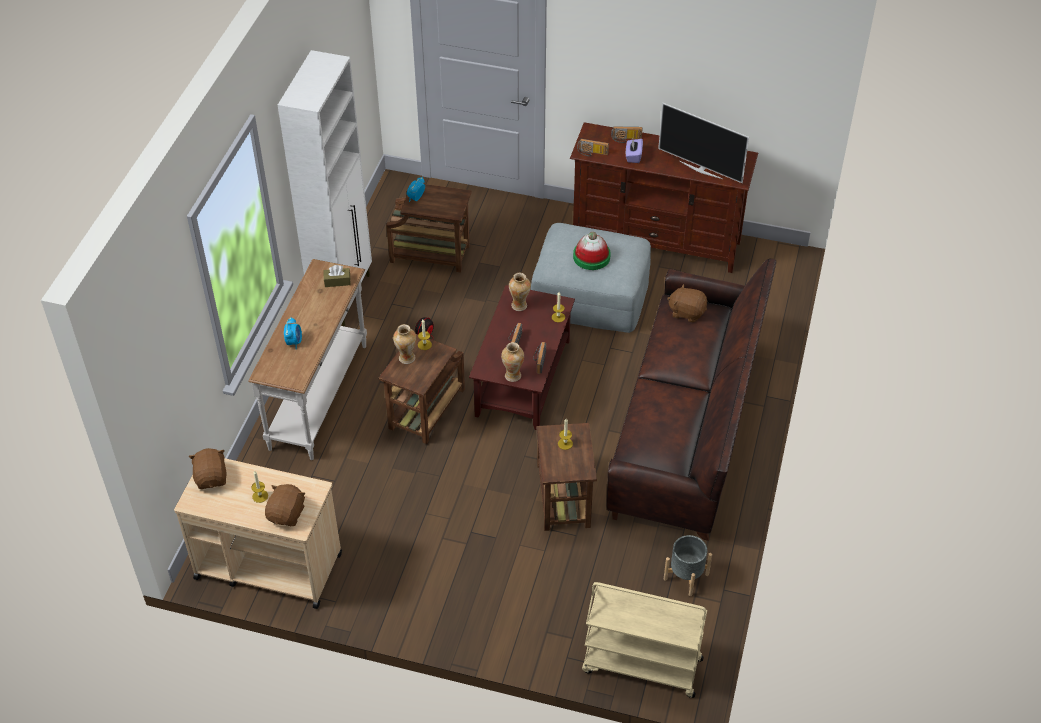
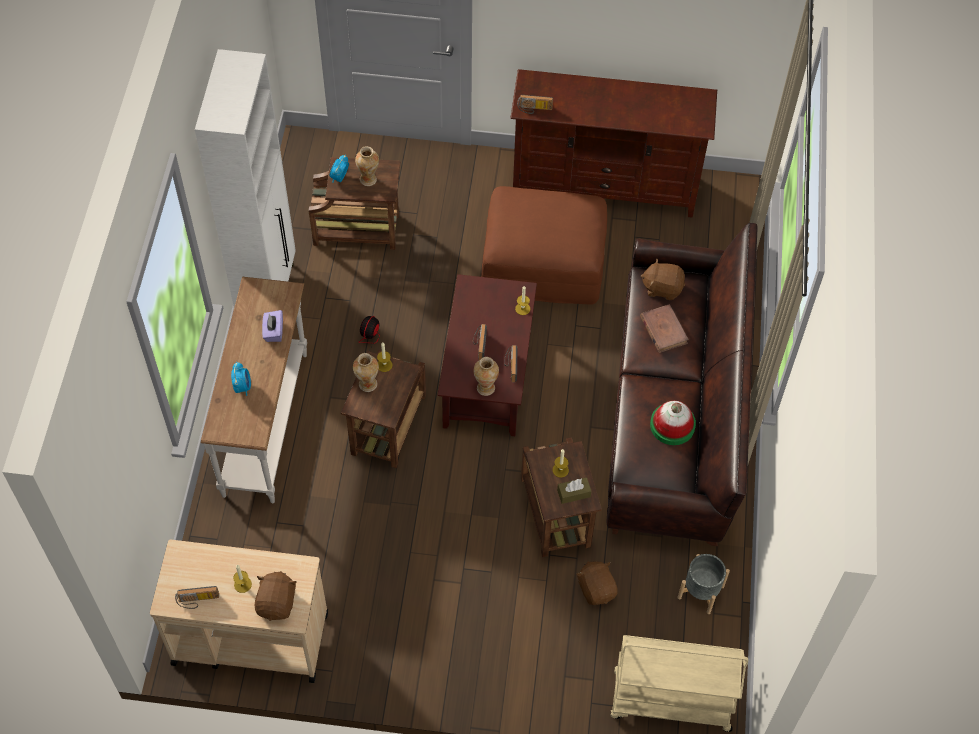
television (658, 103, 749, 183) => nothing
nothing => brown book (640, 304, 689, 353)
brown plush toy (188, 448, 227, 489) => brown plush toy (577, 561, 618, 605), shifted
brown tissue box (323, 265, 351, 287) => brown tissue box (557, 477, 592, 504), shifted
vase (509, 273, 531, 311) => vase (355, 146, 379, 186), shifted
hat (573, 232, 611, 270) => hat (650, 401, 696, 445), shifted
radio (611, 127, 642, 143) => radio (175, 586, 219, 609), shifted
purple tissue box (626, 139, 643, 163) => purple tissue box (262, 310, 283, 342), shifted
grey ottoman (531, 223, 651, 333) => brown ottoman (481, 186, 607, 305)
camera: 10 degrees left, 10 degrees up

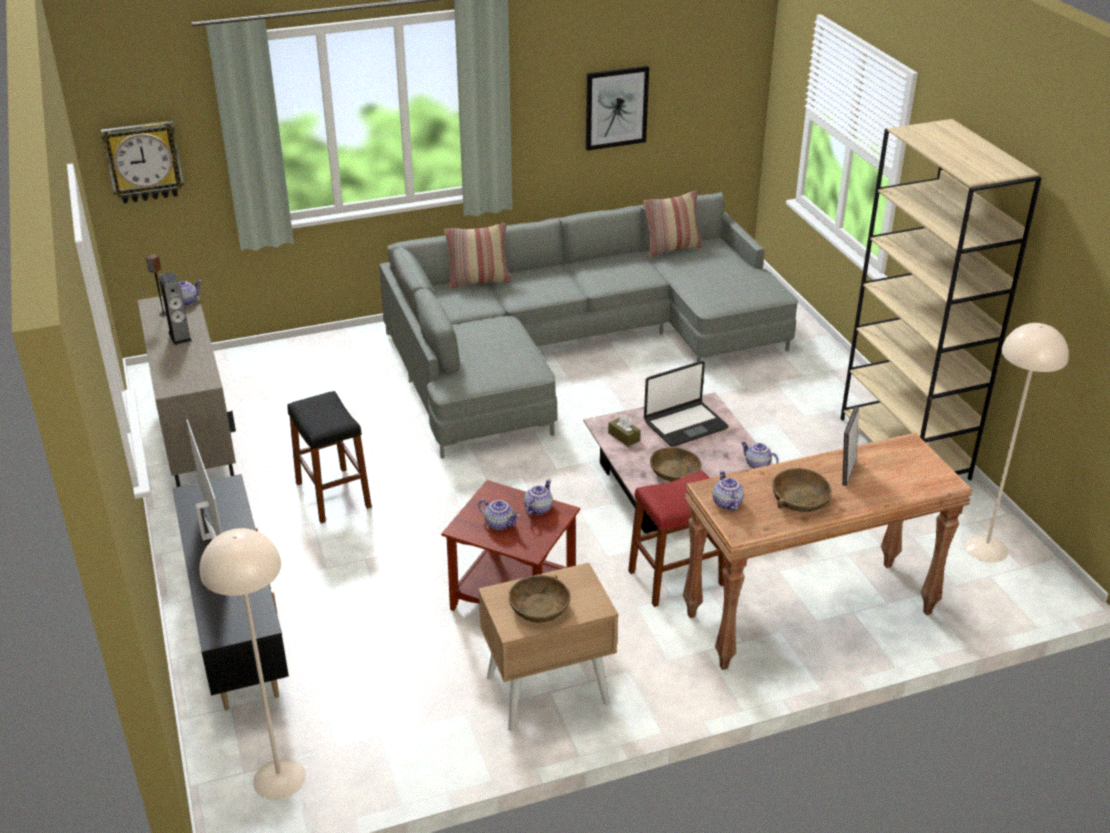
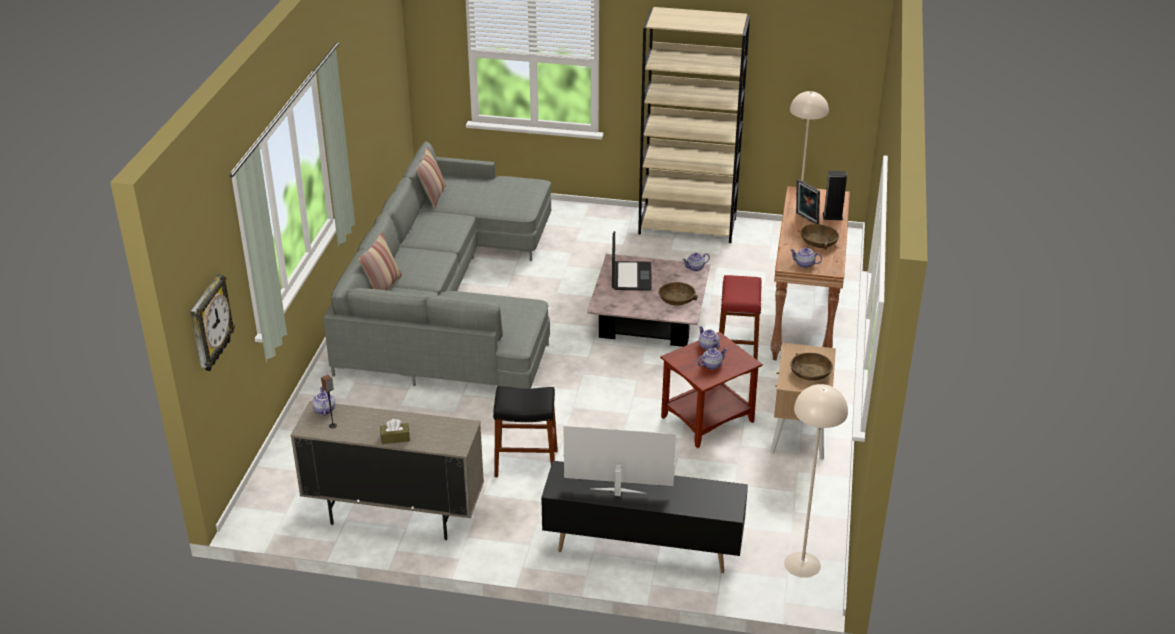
picture (586, 66, 649, 151) => nothing
speaker (159, 272, 192, 345) => speaker (823, 171, 847, 220), shifted
brown tissue box (608, 415, 641, 447) => brown tissue box (380, 419, 410, 444), shifted
camera: 60 degrees left, 0 degrees up

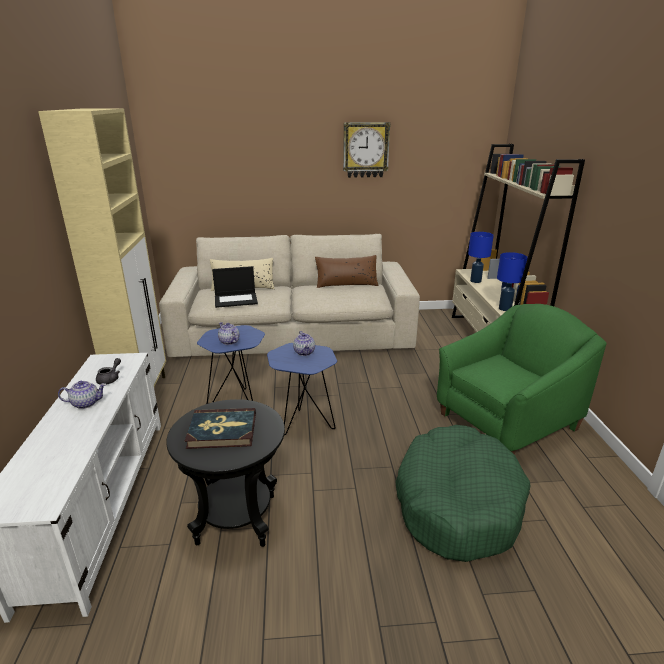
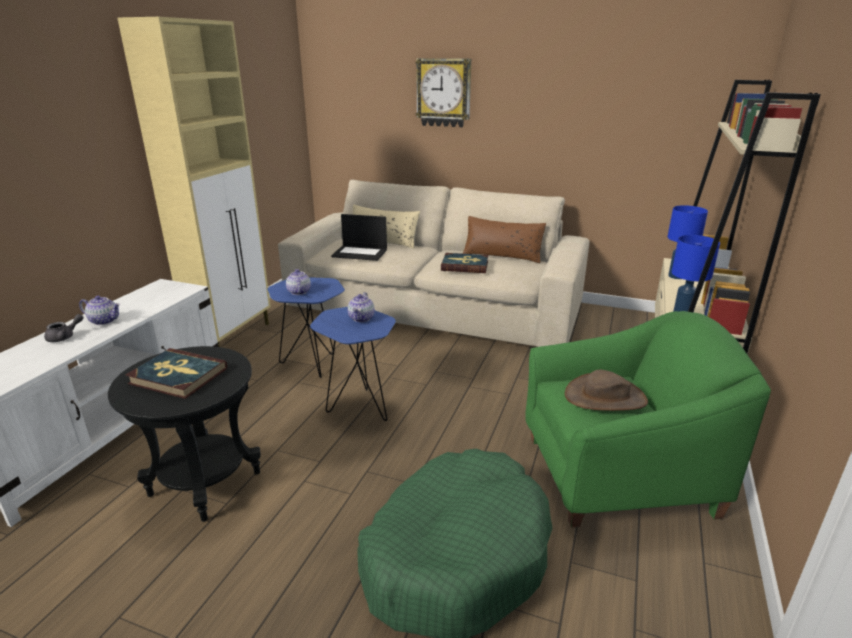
nothing => book (441, 253, 488, 273)
nothing => brown hat (565, 370, 648, 411)
grey teapot (96, 358, 121, 385) => grey teapot (44, 314, 84, 342), shifted
wall clock (343, 122, 391, 178) => wall clock (415, 58, 471, 127), shifted
camera: 25 degrees right, 0 degrees up

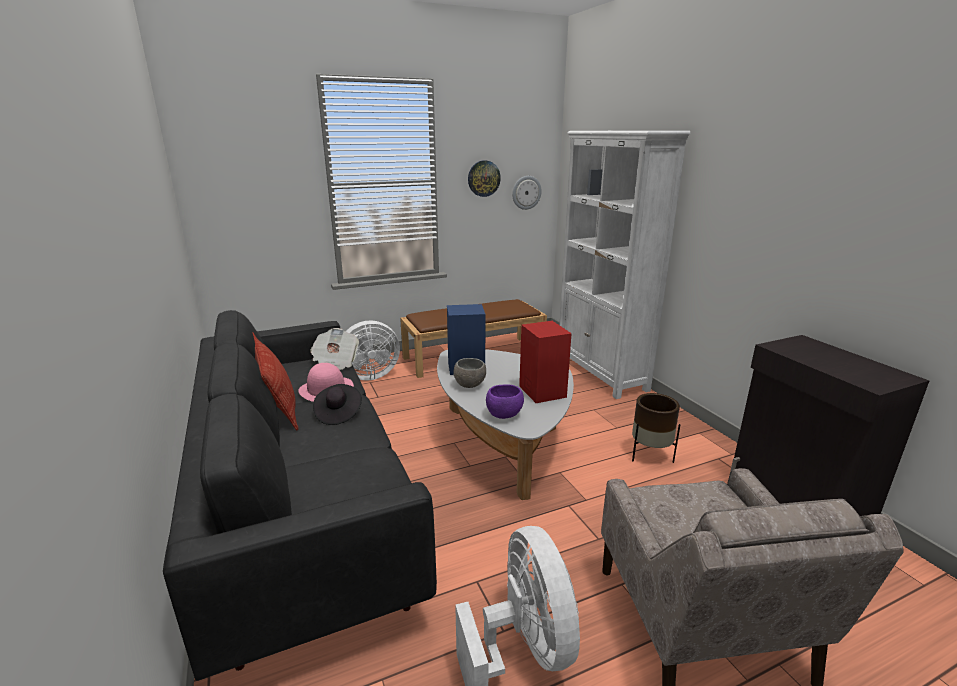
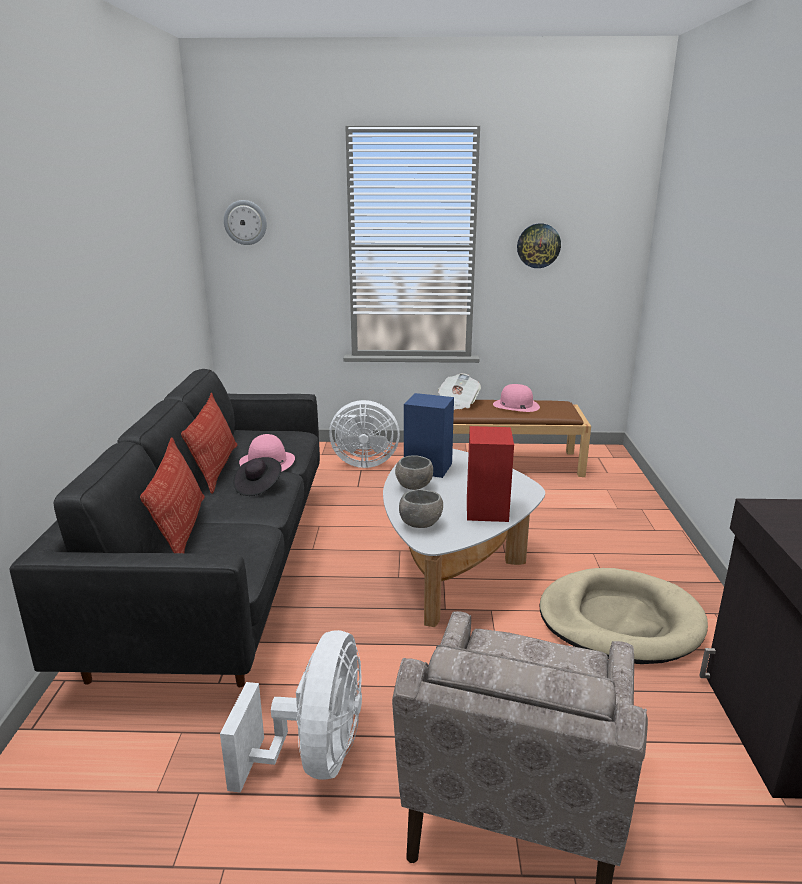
white bookcase (560, 131, 690, 399) => nothing
nothing => pillow (140, 437, 205, 553)
nothing => pink hat (493, 384, 540, 412)
newspaper (310, 328, 359, 370) => newspaper (438, 373, 481, 410), shifted
wall clock (512, 176, 542, 210) => wall clock (224, 200, 267, 245), shifted
brown planter (632, 393, 681, 463) => beige dog bed (540, 568, 708, 664)
purple bowl (486, 384, 524, 419) => grey bowl (399, 489, 443, 528)
camera: 25 degrees right, 0 degrees up

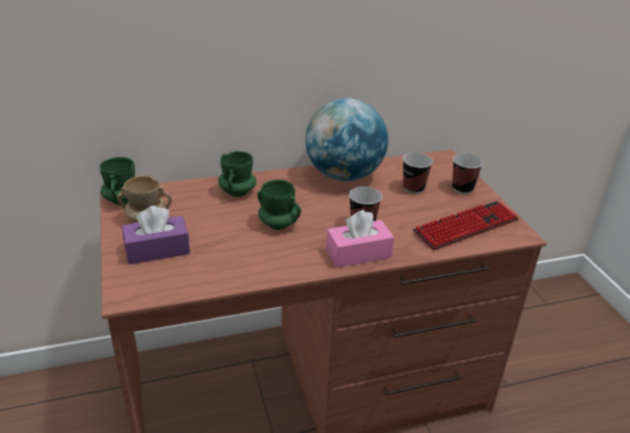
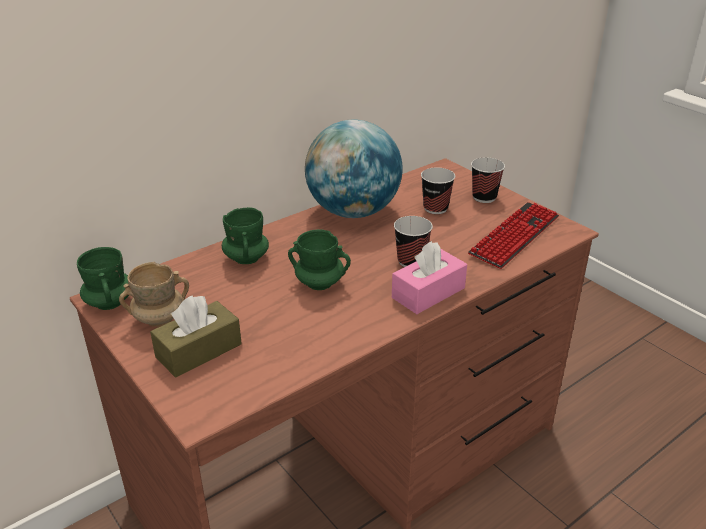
purple tissue box (122, 206, 190, 265) => brown tissue box (150, 295, 242, 378)
camera: 20 degrees left, 0 degrees up

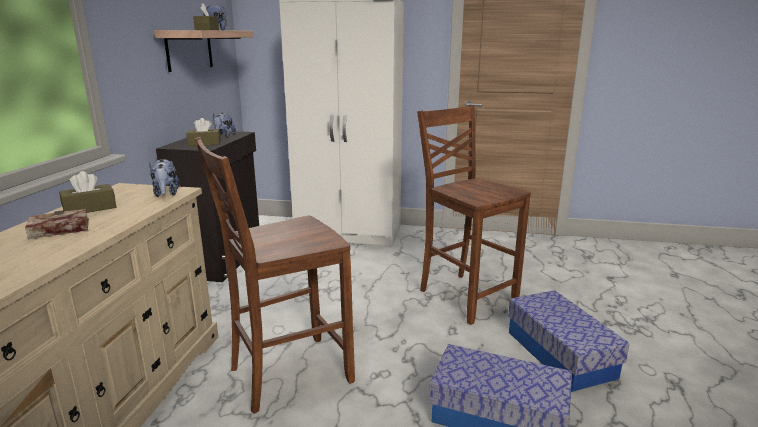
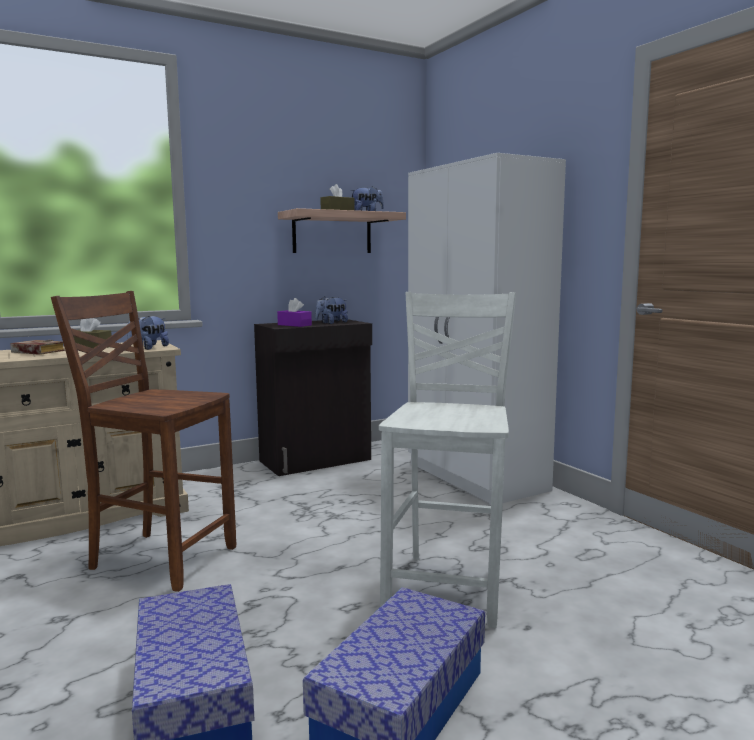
brown tissue box (186, 118, 221, 146) => purple tissue box (277, 298, 312, 327)
brown chair (417, 105, 531, 325) => white chair (379, 292, 516, 628)
camera: 50 degrees right, 10 degrees down

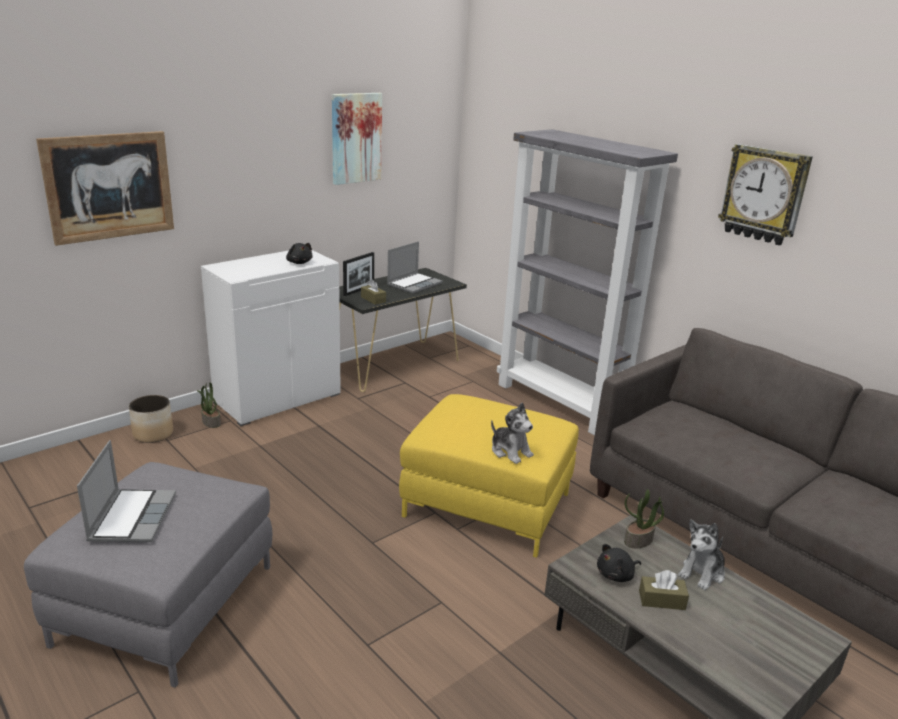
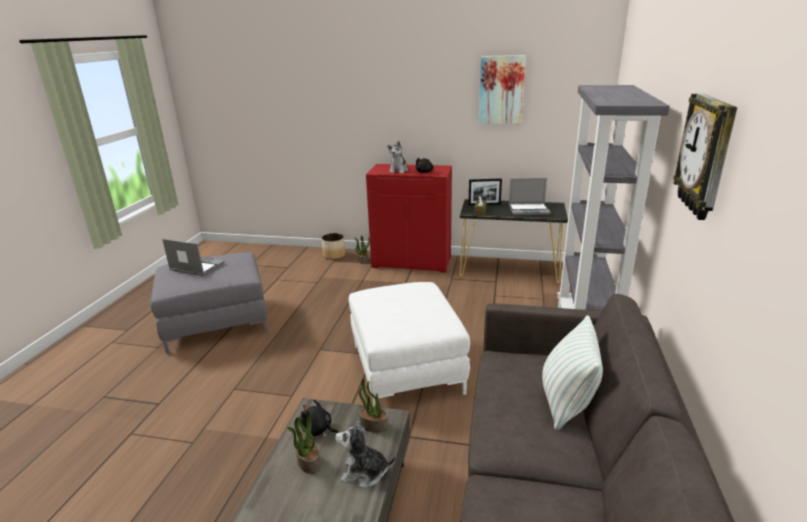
picture (36, 131, 174, 246) => nothing
nothing => pillow (542, 315, 603, 430)
plush toy (491, 403, 534, 464) => plush toy (387, 141, 408, 174), shifted
brown tissue box (639, 570, 689, 610) => potted plant (287, 410, 320, 474)
white cabinet (201, 250, 341, 426) => red cabinet (366, 164, 452, 273)
yellow ottoman (399, 394, 579, 558) => white ottoman (349, 282, 470, 407)
laptop (77, 440, 176, 542) => laptop (162, 239, 225, 276), 120 degrees counterclockwise
camera: 55 degrees right, 0 degrees up

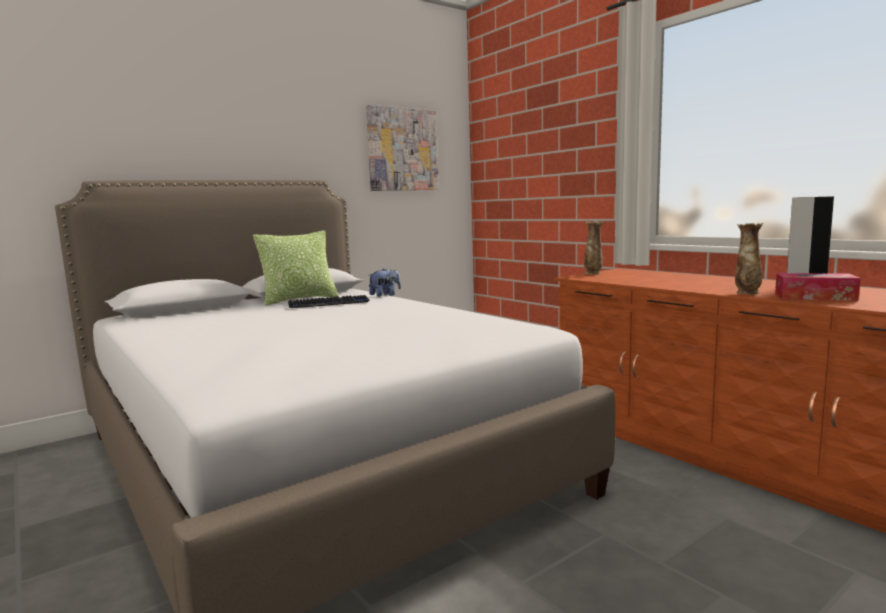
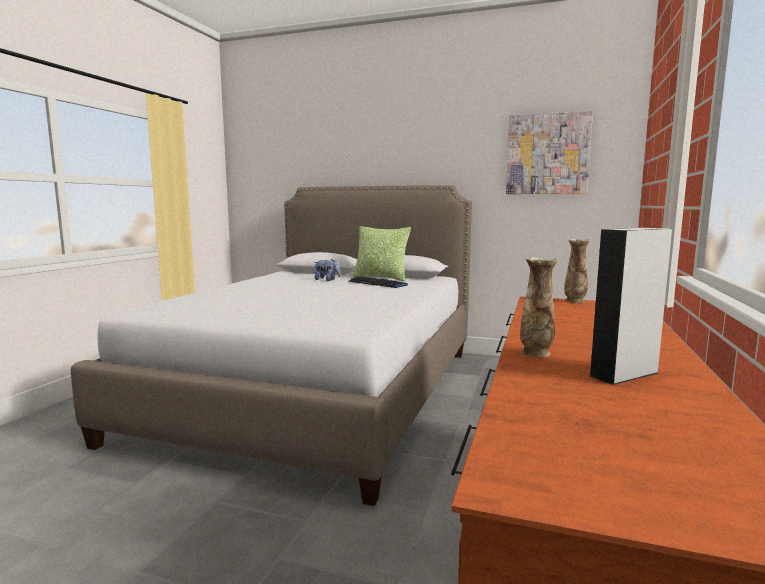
tissue box (775, 273, 861, 301) => nothing
plush toy (369, 268, 401, 297) => plush toy (314, 259, 341, 281), shifted
camera: 55 degrees right, 0 degrees up

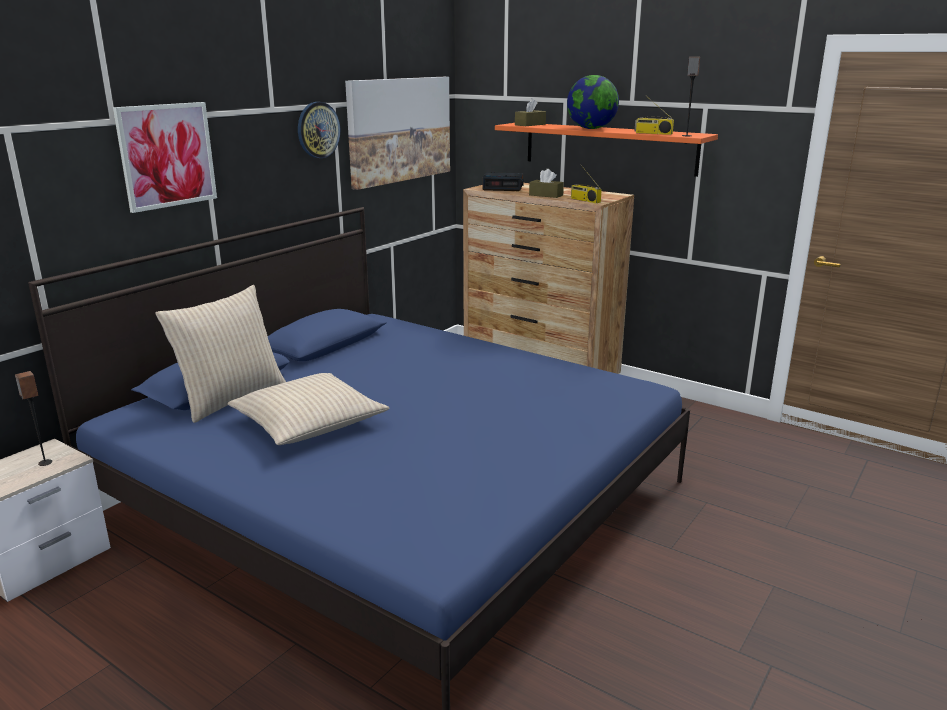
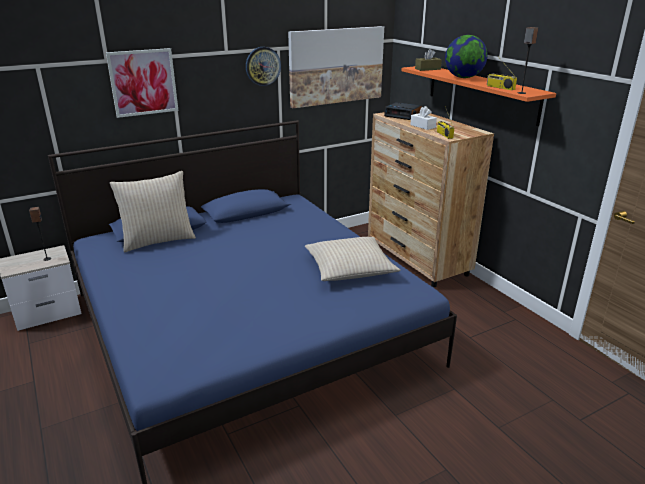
beige pillow (228, 373, 389, 445) => beige pillow (305, 237, 400, 281), shifted
brown tissue box (529, 169, 564, 198) => white tissue box (410, 106, 437, 130)
camera: 25 degrees right, 5 degrees up

